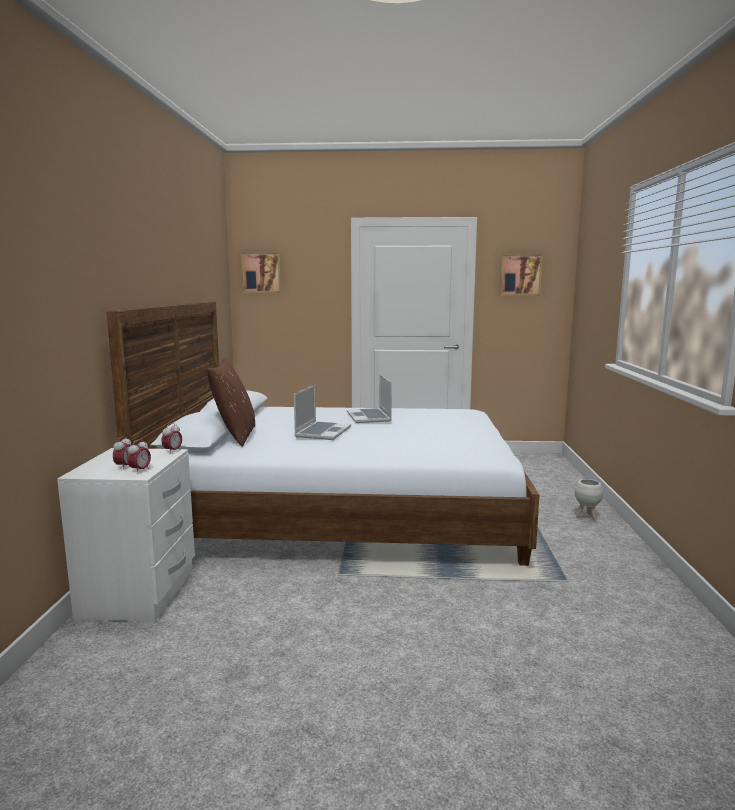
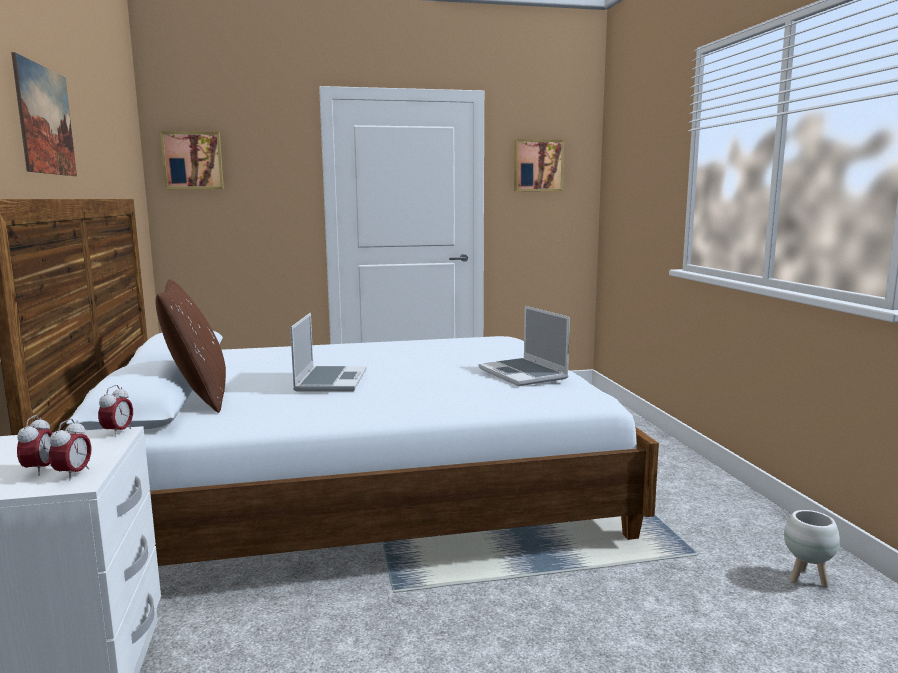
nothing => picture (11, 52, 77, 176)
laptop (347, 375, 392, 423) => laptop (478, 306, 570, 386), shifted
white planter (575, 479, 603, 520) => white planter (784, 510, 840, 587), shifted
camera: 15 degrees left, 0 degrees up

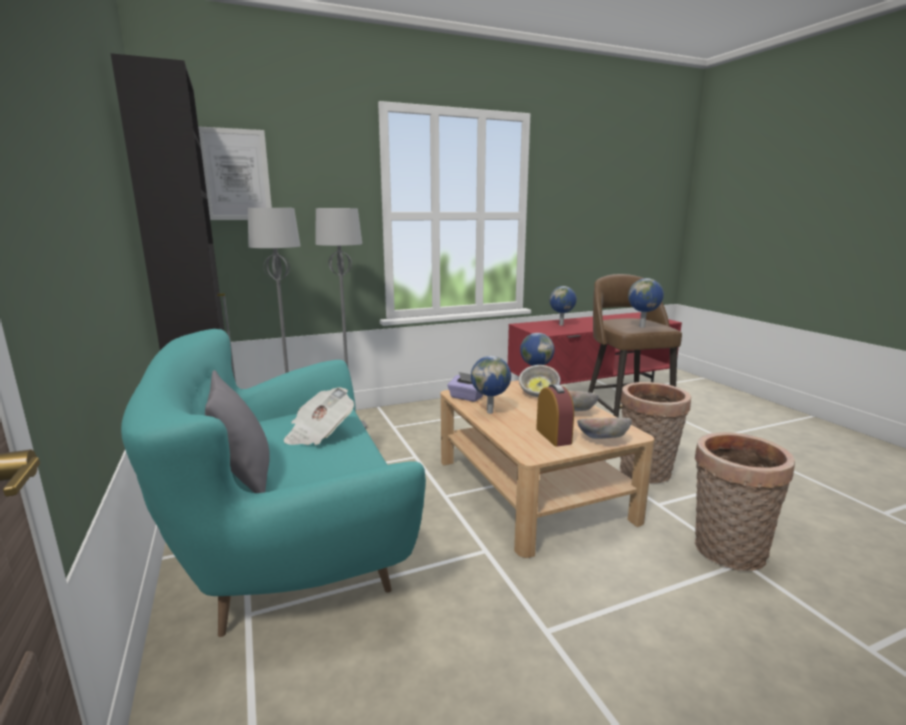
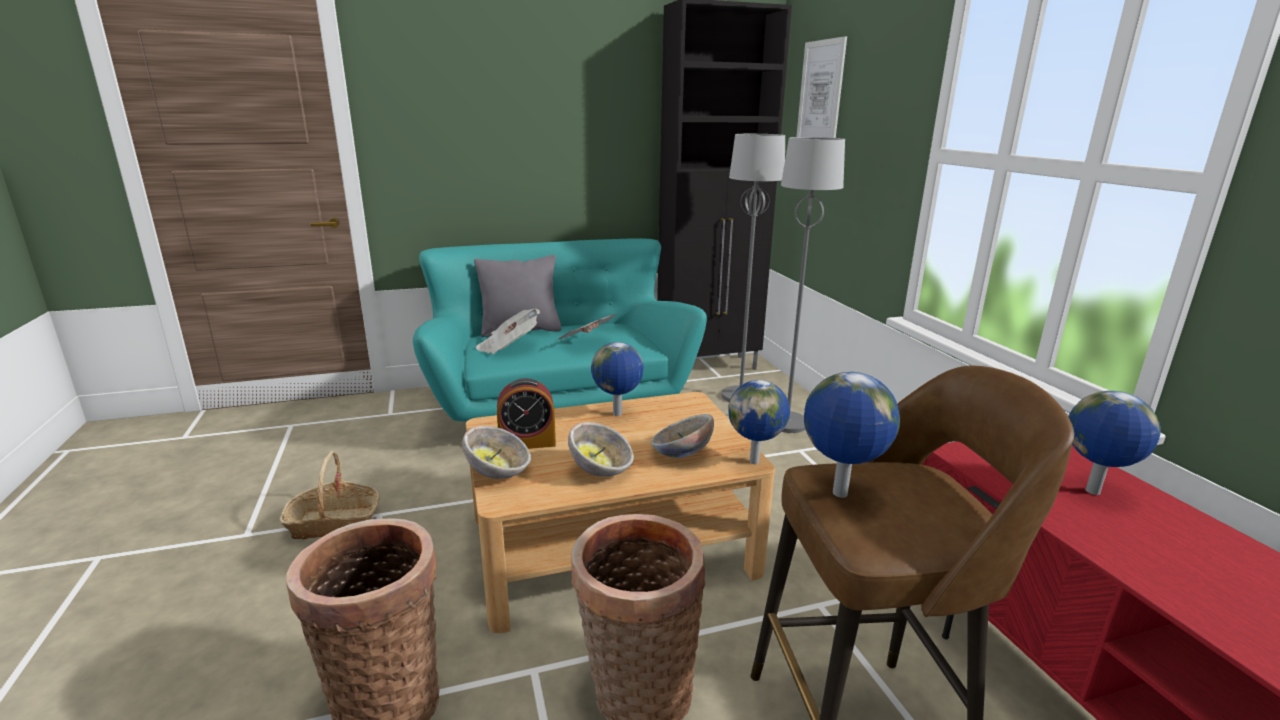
purple tissue box (447, 372, 483, 402) => nothing
nothing => basket (279, 451, 380, 539)
nothing => newspaper (476, 309, 540, 354)
camera: 95 degrees right, 5 degrees up

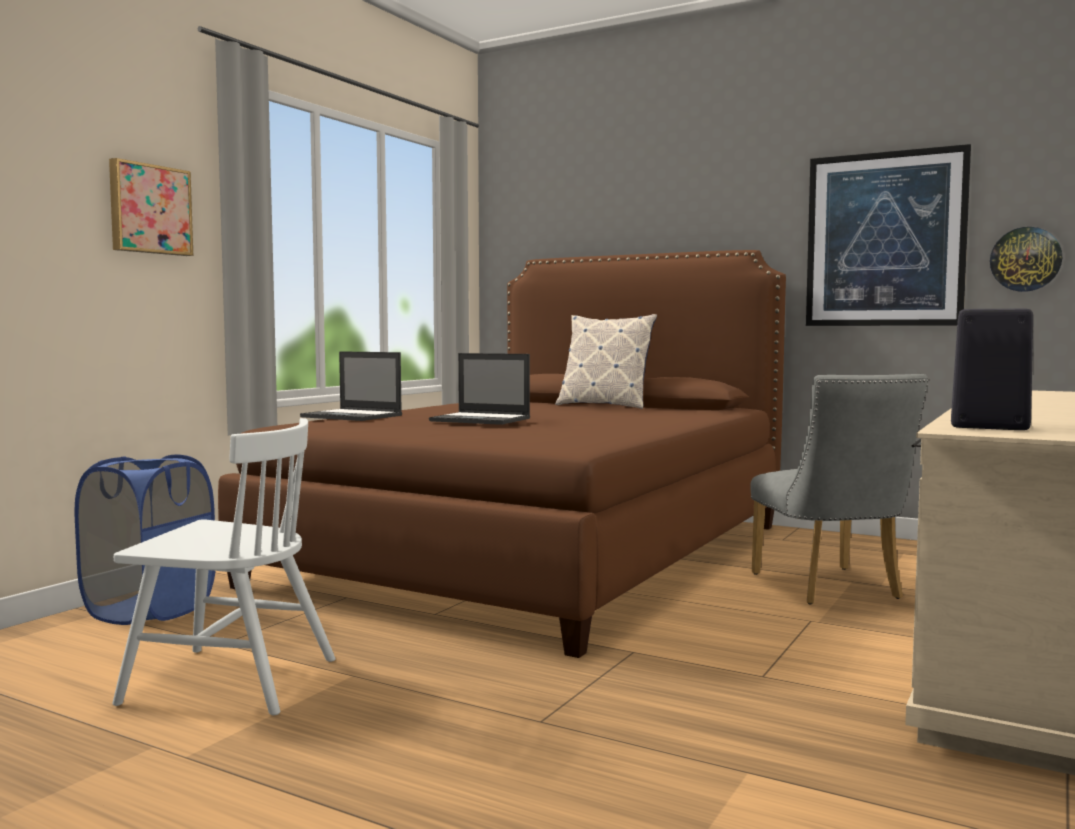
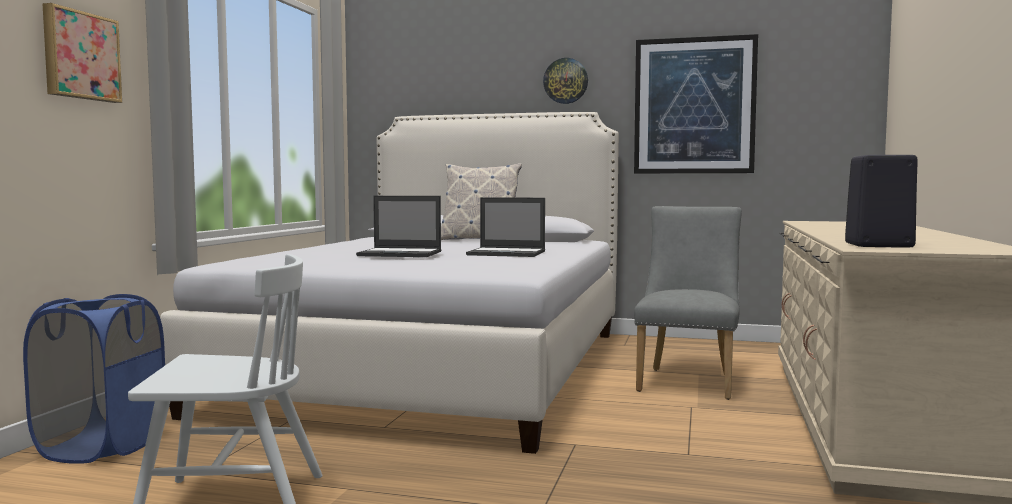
laptop (300, 351, 402, 421) => laptop (466, 197, 545, 257), shifted
wall clock (990, 227, 1062, 292) => wall clock (543, 58, 588, 104), shifted
brown bed (218, 250, 786, 658) => white bed (160, 112, 619, 454)
grey chair (750, 374, 928, 605) => grey chair (634, 206, 742, 400), 135 degrees counterclockwise
camera: 15 degrees left, 0 degrees up

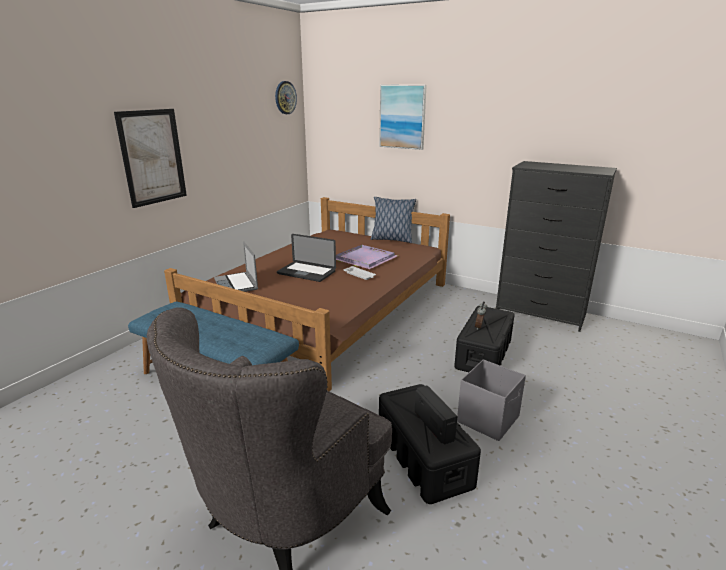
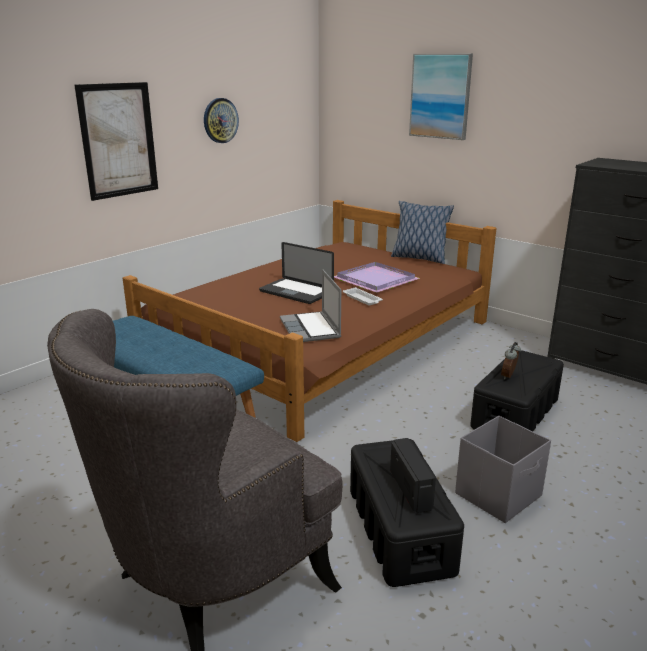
laptop (214, 241, 258, 292) => laptop (280, 269, 341, 342), shifted
wall clock (275, 81, 297, 114) => wall clock (204, 98, 239, 143), shifted
camera: 10 degrees right, 0 degrees up

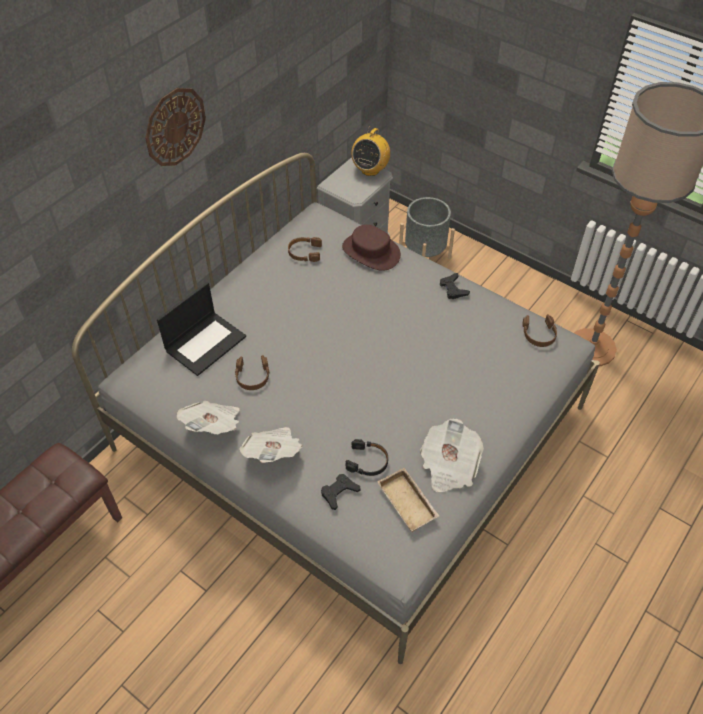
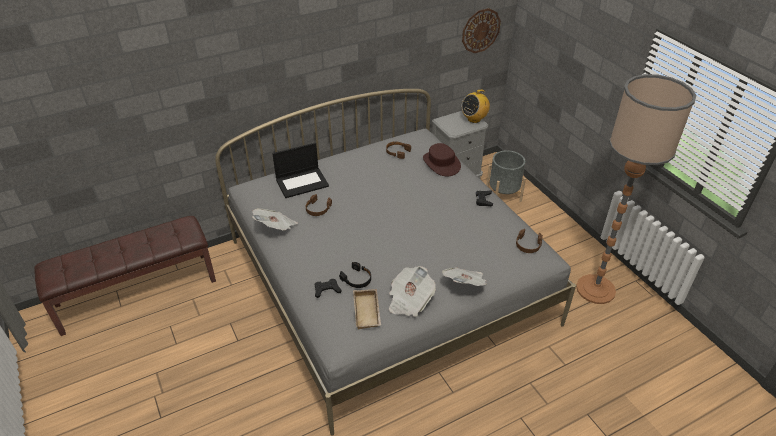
wall clock (145, 88, 206, 166) => wall clock (462, 8, 501, 53), shifted
newspaper (239, 427, 303, 463) => newspaper (442, 267, 487, 286), shifted
camera: 25 degrees right, 10 degrees down

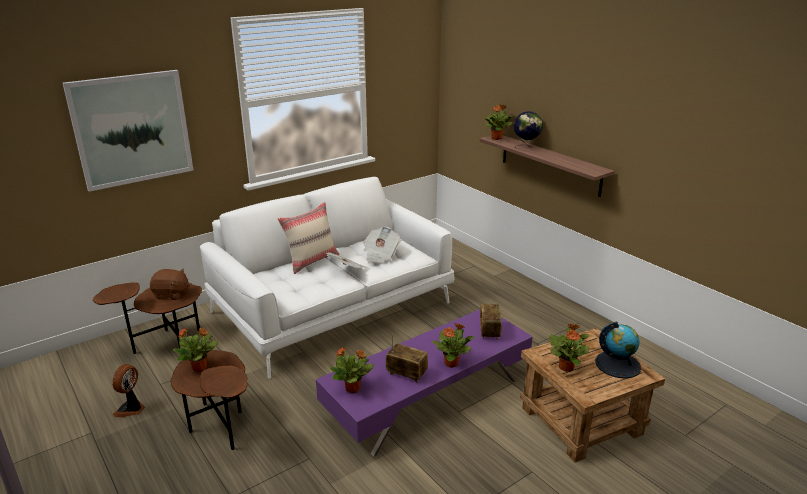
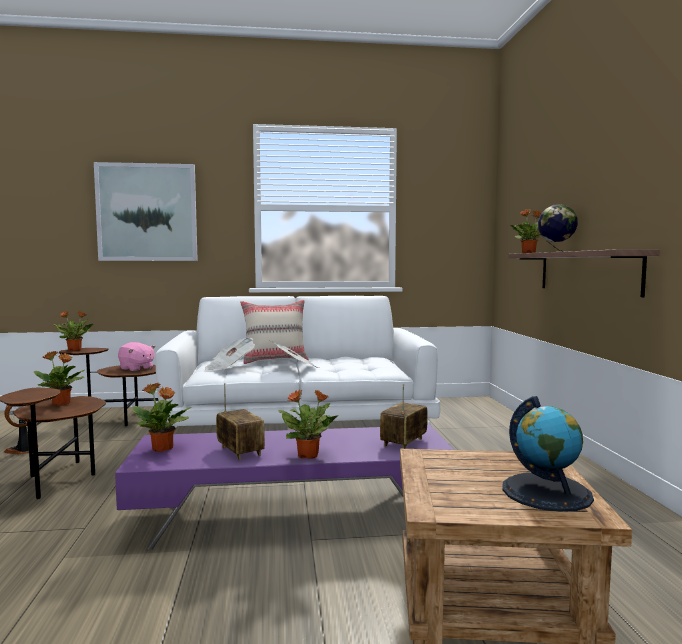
newspaper (363, 227, 401, 263) => newspaper (205, 337, 255, 370), shifted
potted plant (549, 324, 590, 372) => potted plant (54, 310, 93, 351), shifted
brown plush toy (150, 269, 190, 300) => pink plush toy (118, 342, 155, 371)
camera: 30 degrees right, 20 degrees down

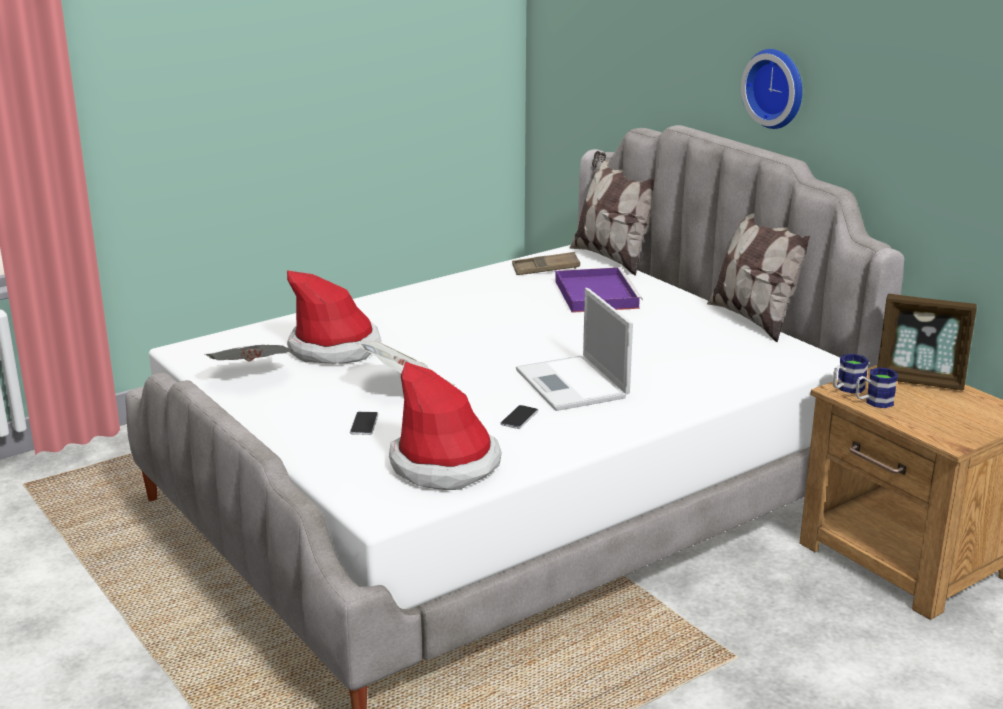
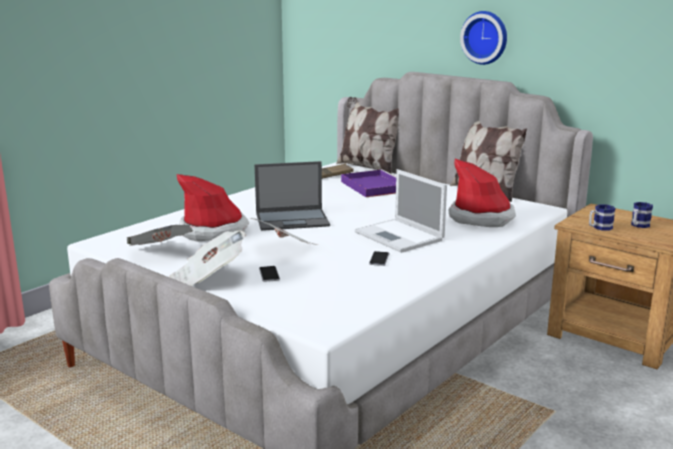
picture frame (877, 294, 977, 390) => nothing
nothing => newspaper (169, 231, 246, 286)
nothing => laptop (254, 161, 330, 231)
hat (389, 362, 502, 490) => hat (448, 159, 516, 227), shifted
mug (833, 354, 869, 393) => mug (631, 202, 653, 228), shifted
camera: 15 degrees left, 5 degrees down

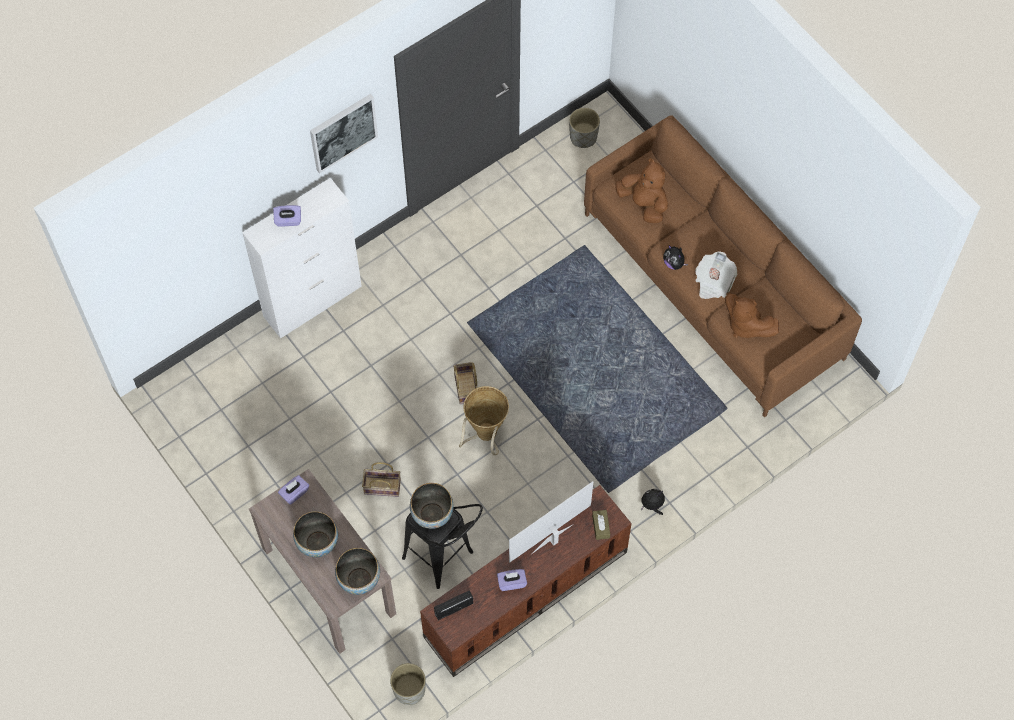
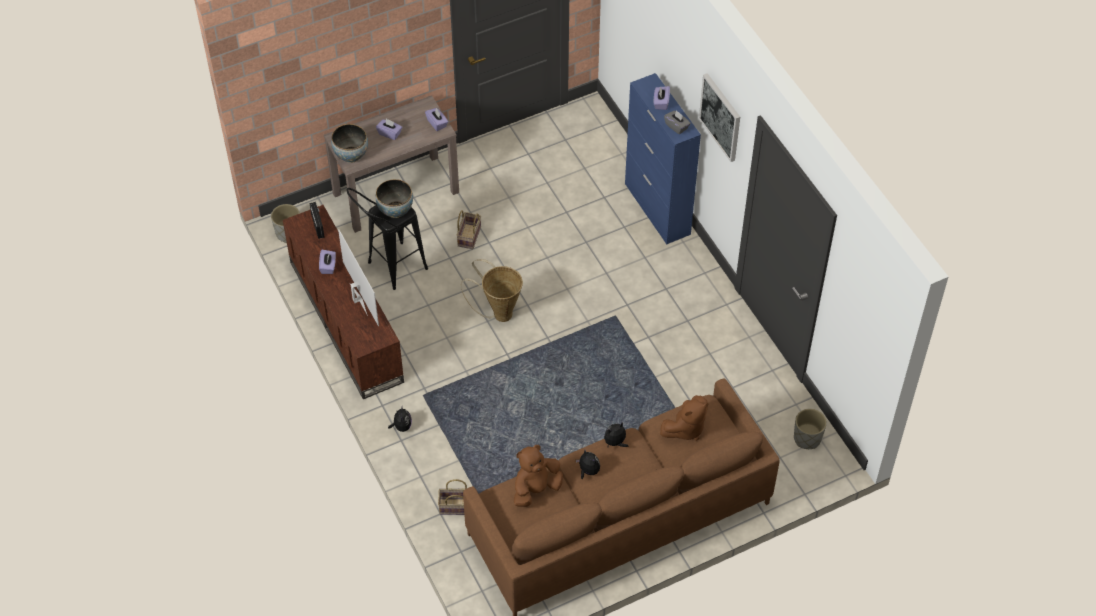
brown tissue box (592, 510, 610, 540) => nothing
nothing => grey tissue box (664, 110, 691, 134)
basket (453, 362, 477, 404) => basket (438, 479, 467, 515), shifted
bowl (293, 511, 338, 557) => purple tissue box (376, 119, 402, 140)
newspaper (695, 251, 738, 299) => plush toy (576, 450, 600, 479)
white cabinet (242, 178, 362, 339) => blue cabinet (625, 73, 701, 244)
camera: 100 degrees right, 10 degrees down

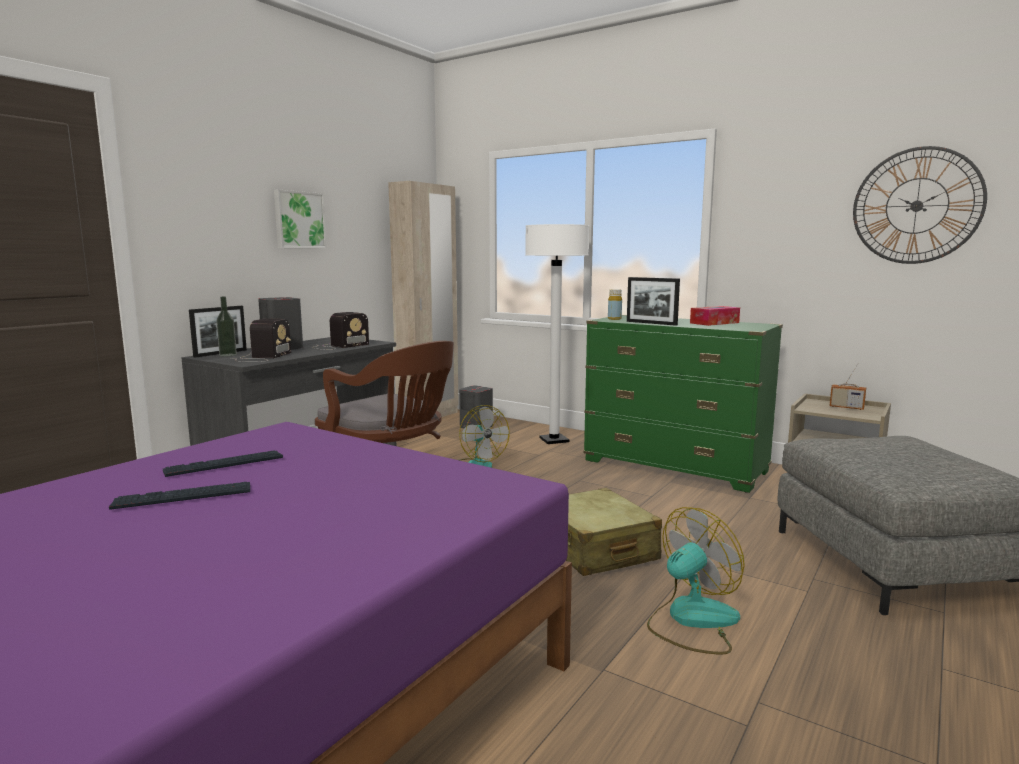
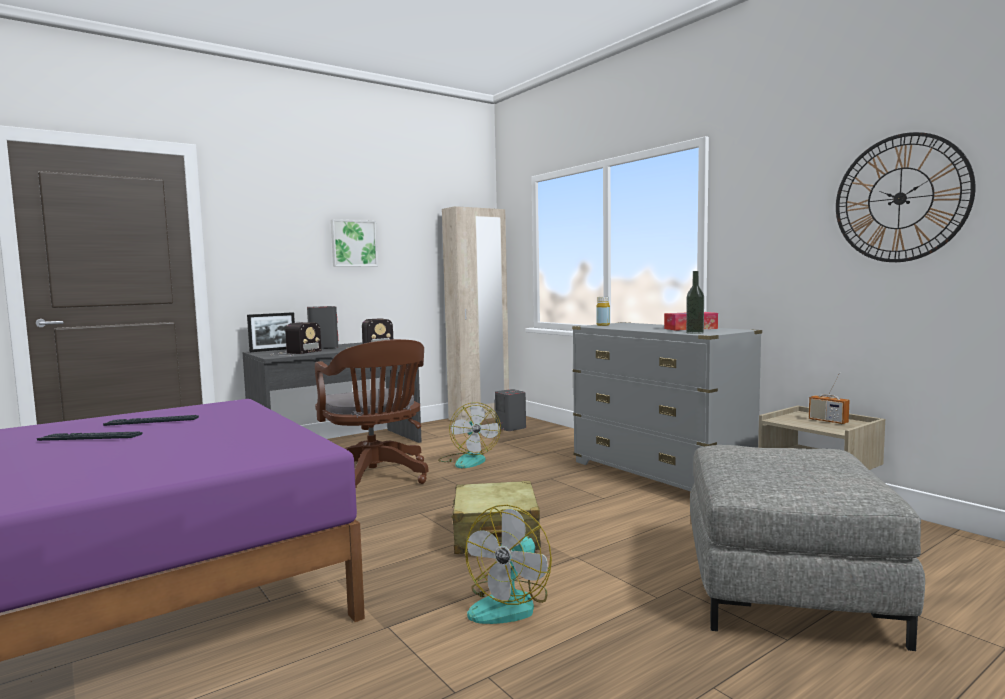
white floor lamp (525, 224, 589, 444) => nothing
picture frame (627, 277, 680, 326) => nothing
bottle (216, 296, 237, 357) => bottle (686, 271, 704, 334), shifted
green dresser (583, 315, 783, 493) => grey dresser (572, 322, 762, 492)
fan (647, 507, 745, 654) => fan (465, 505, 552, 624), 135 degrees clockwise
camera: 20 degrees right, 5 degrees down

